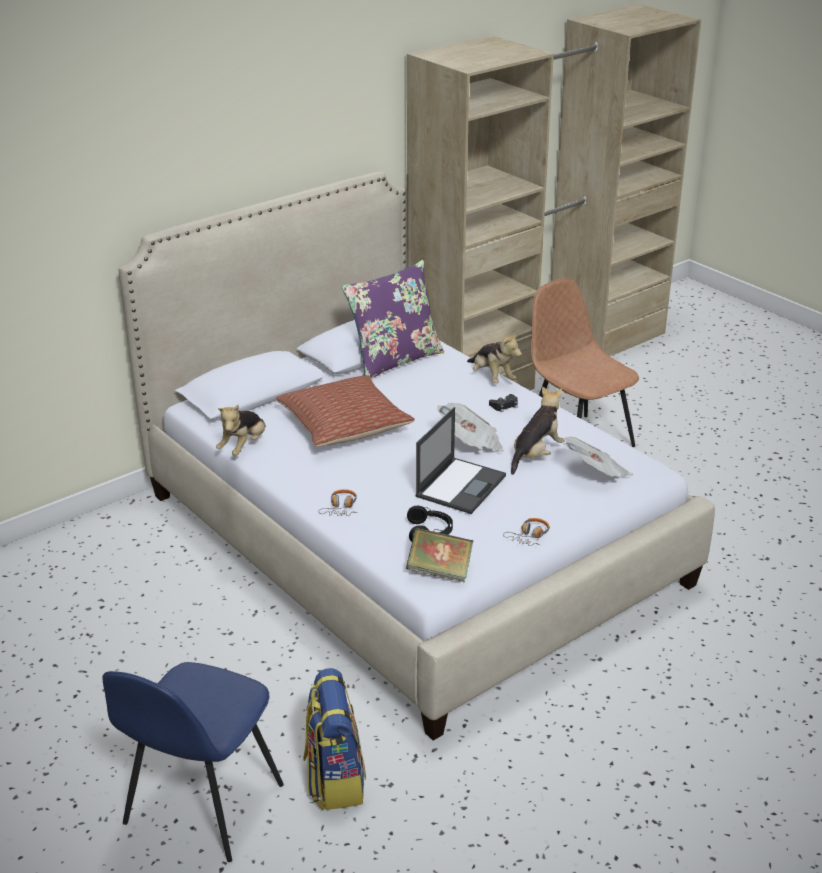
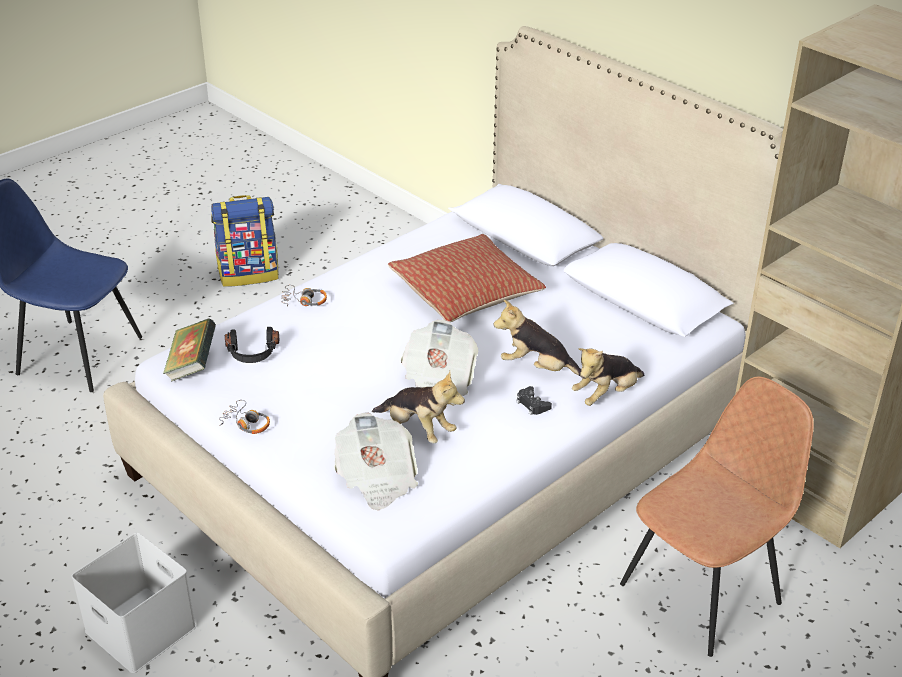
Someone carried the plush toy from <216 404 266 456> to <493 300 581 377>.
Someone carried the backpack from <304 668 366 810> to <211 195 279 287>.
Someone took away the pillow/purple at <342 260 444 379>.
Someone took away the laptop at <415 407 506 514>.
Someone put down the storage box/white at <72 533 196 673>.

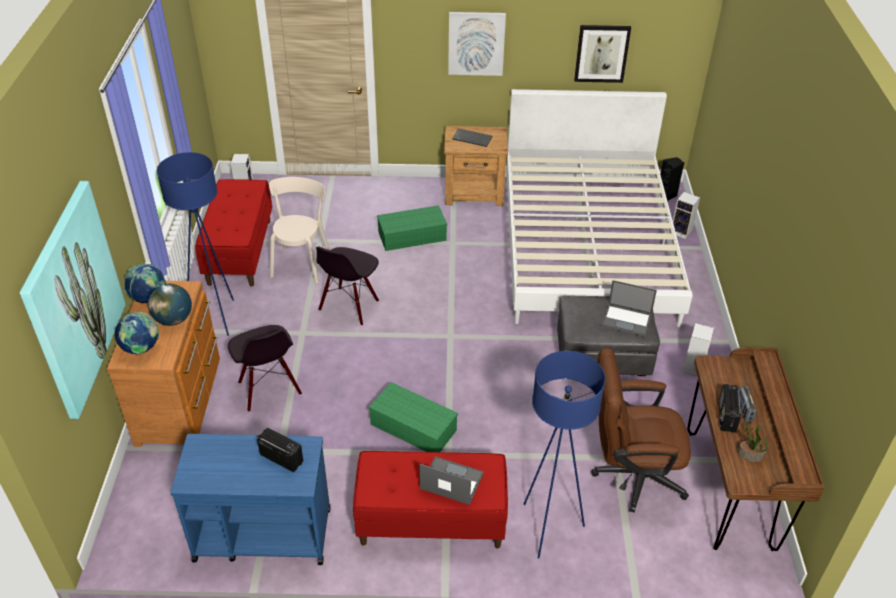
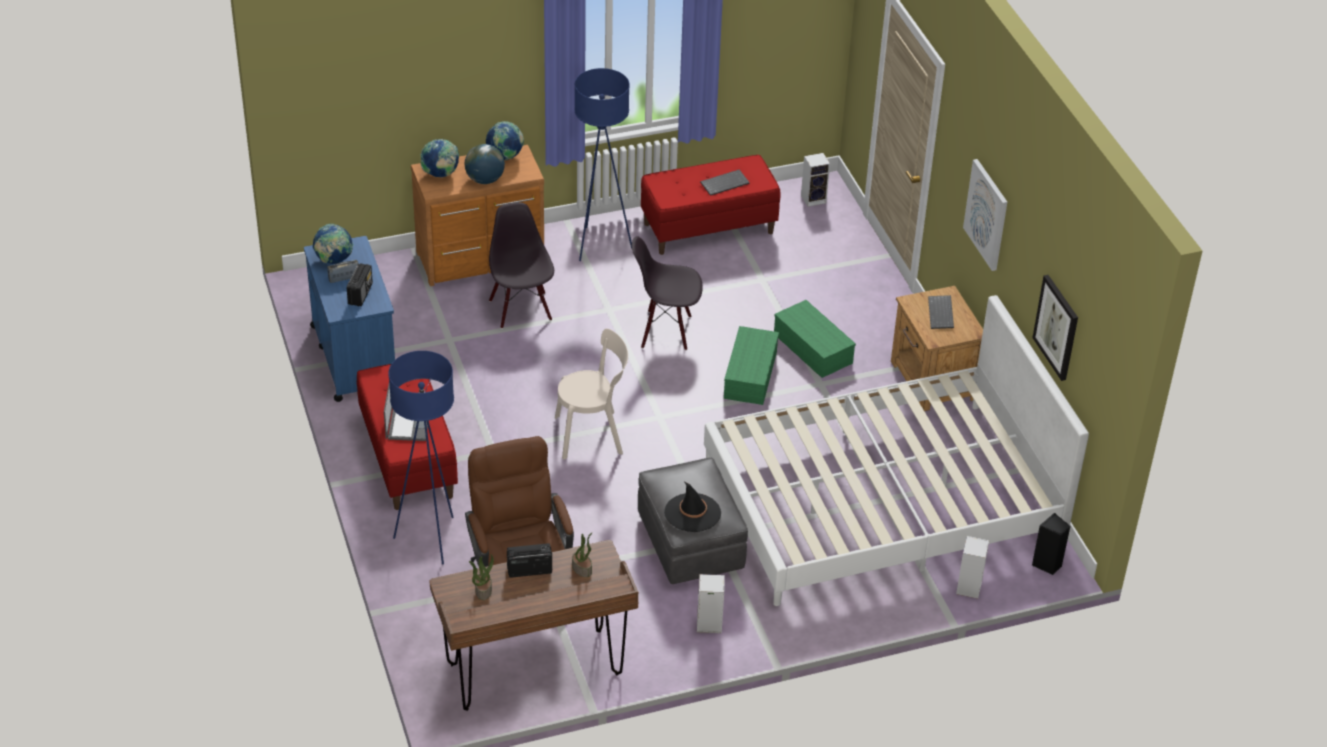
Someone took away the picture at <19 181 126 419>.
Someone rotated the chair/black at <228 325 302 412> by 120 degrees clockwise.
Someone carried the chair/beige from <269 177 330 283> to <555 329 628 459>.
Someone carried the storage box/green from <369 382 458 452> to <724 326 779 405>.
Someone swapped the laptop at <601 280 657 337> for the hat/black at <664 481 721 532>.
Someone carried the radio from <739 386 757 423> to <327 260 359 283>.
Someone put down the globe at <313 224 354 264>.
Someone put down the potted plant at <572 533 592 577>.
Someone put down the keyboard at <700 169 750 196>.

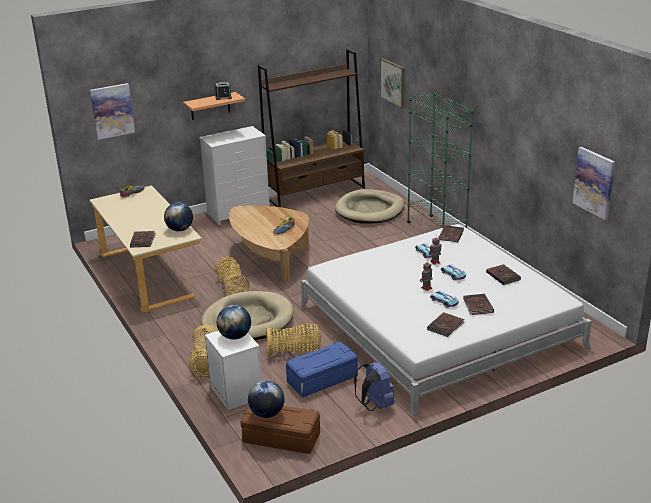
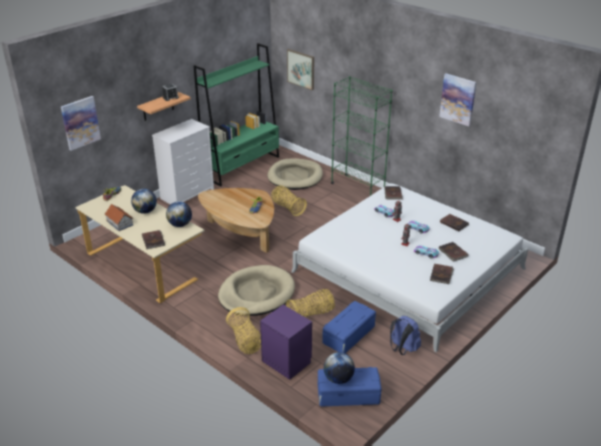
Someone repainted the nightstand/white at <205 330 262 410>, which became the nightstand/purple at <260 305 312 380>.
Someone carried the basket from <215 256 250 296> to <271 185 307 216>.
Someone carried the globe from <217 305 251 340> to <131 189 157 214>.
Someone repainted the storage box/brown at <240 406 320 454>, which became the storage box/blue at <318 367 382 407>.
Someone repainted the bookcase/brown at <258 49 365 207>, which became the bookcase/green at <194 43 279 186>.
Someone carried the picture from <573 147 615 220> to <439 74 477 126>.
Someone put down the toy house at <105 204 133 231>.

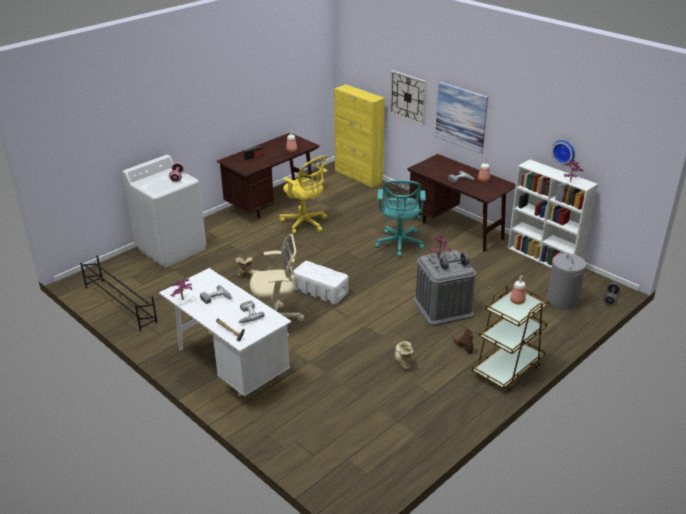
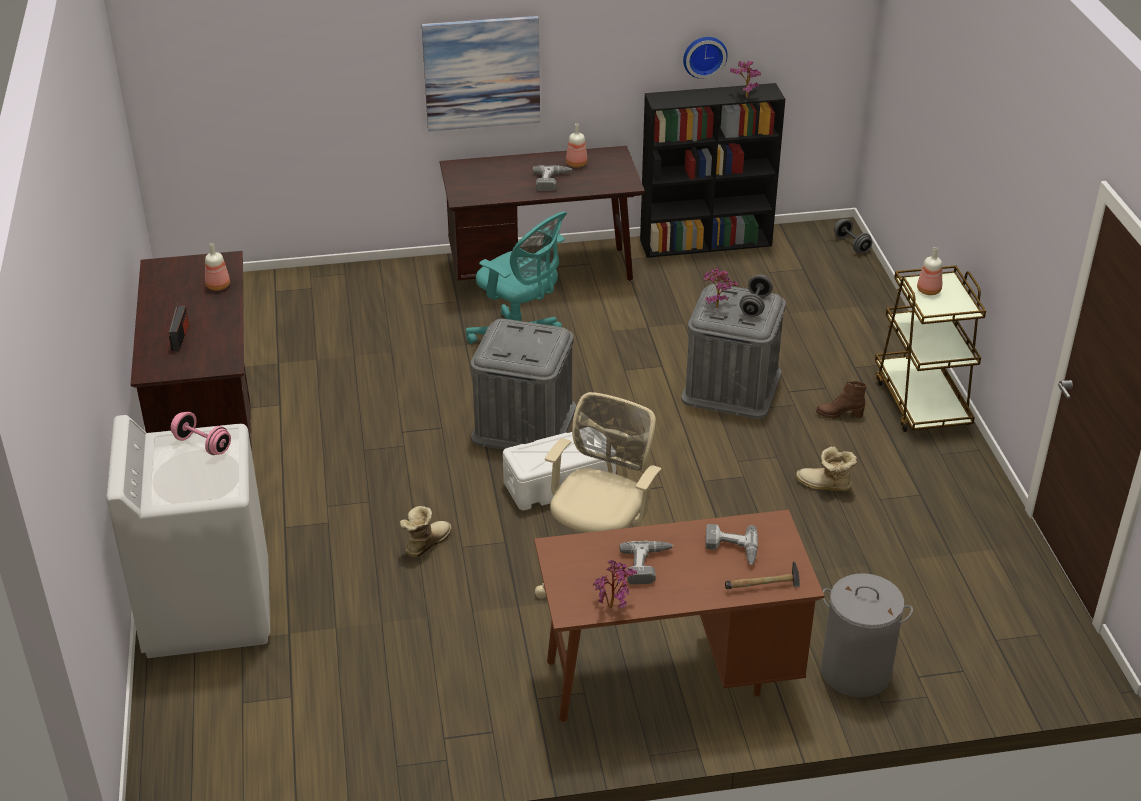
Someone took away the shoe rack/black at <80 255 158 331>.
Someone repainted the desk/white at <159 268 291 397>, which became the desk/brown at <534 510 824 722>.
Someone took away the office chair/yellow at <279 155 327 234>.
Someone took away the cabinet/yellow at <334 84 385 187>.
Someone took away the wall clock at <390 70 427 125>.
Someone repainted the bookcase/white at <508 159 598 268>, which became the bookcase/black at <640 83 785 258>.
Someone carried the laundry basket/grey from <547 253 586 309> to <821 573 913 697>.
Someone put down the storage box/grey at <470 319 576 450>.

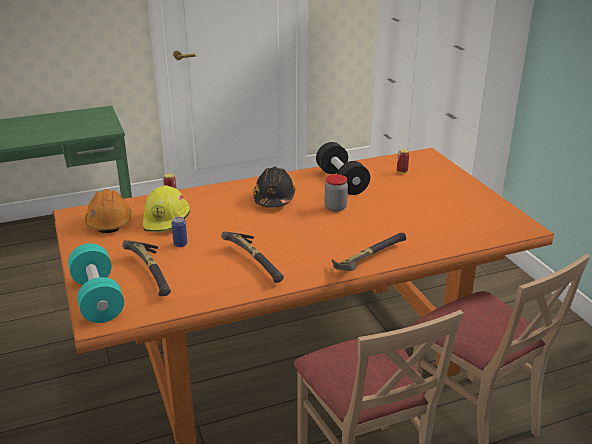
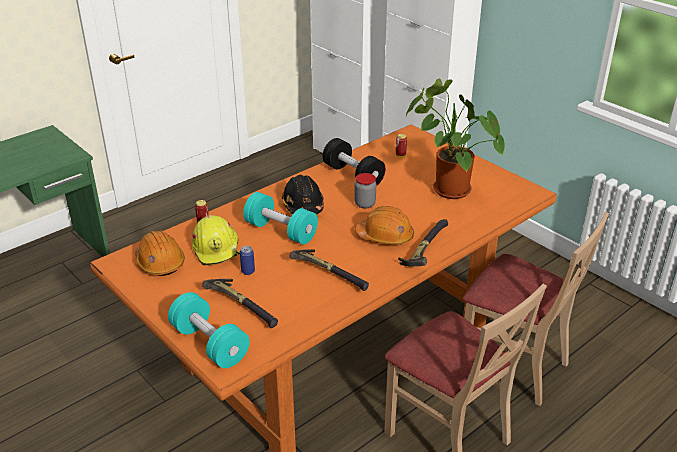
Someone put down the dumbbell/turquoise at <243 192 318 244>.
Someone put down the hard hat/orange at <355 206 414 245>.
Someone put down the potted plant at <406 79 505 199>.

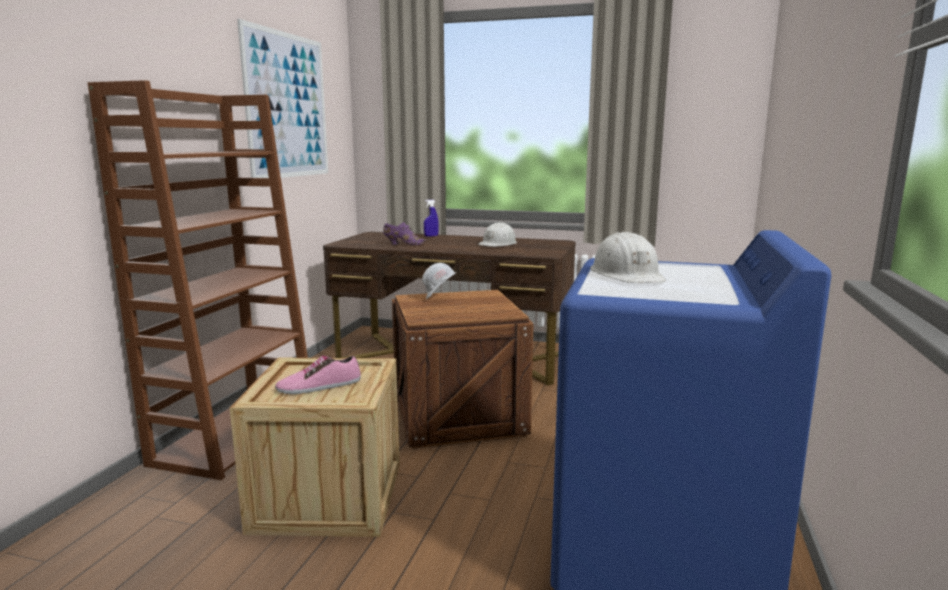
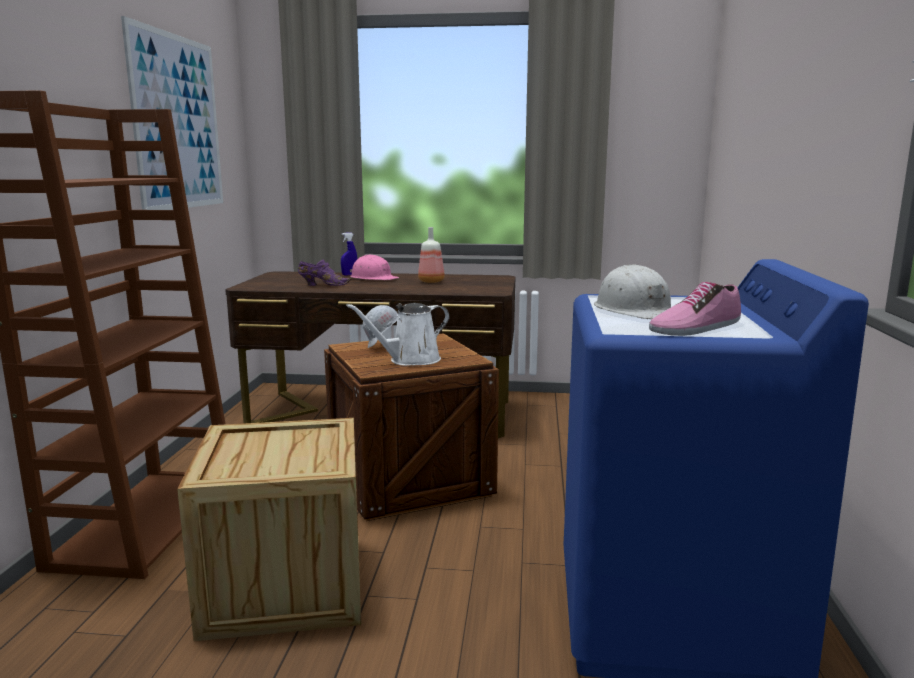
Someone carried the shoe from <275 356 361 394> to <649 282 741 336>.
Someone swapped the hard hat/white at <478 222 517 247> for the bottle at <418 227 445 283>.
Someone put down the watering can/white at <346 303 449 366>.
Someone put down the hard hat/pink at <349 255 399 280>.

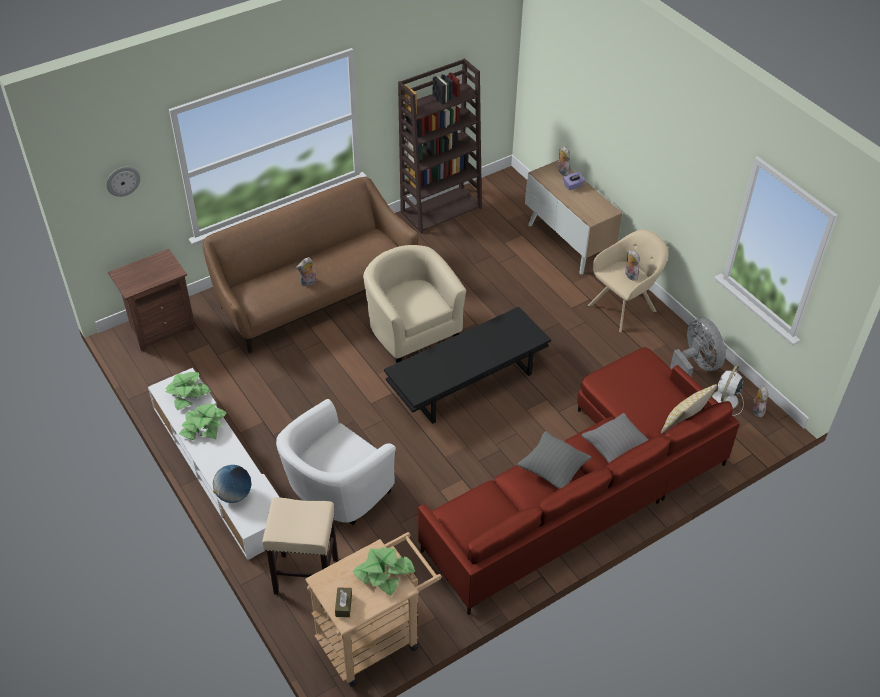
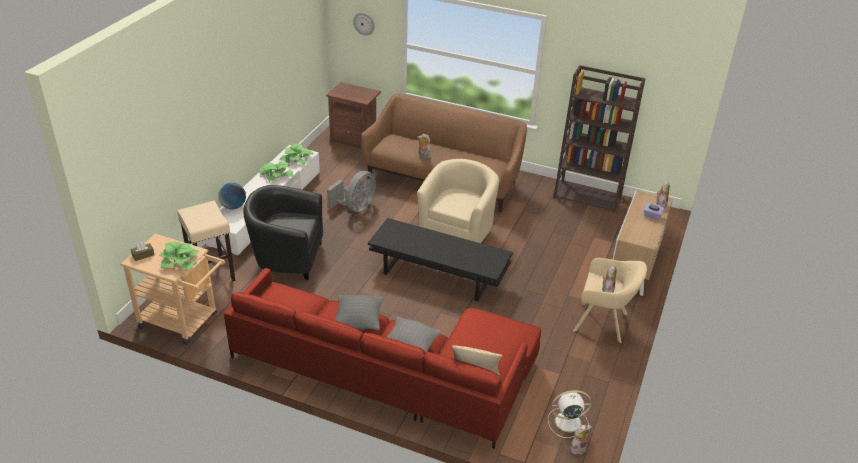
Someone repainted the armchair/white at <276 399 396 526>, which became the armchair/black at <243 185 323 280>.
Someone carried the fan/grey from <670 318 725 377> to <327 171 376 212>.

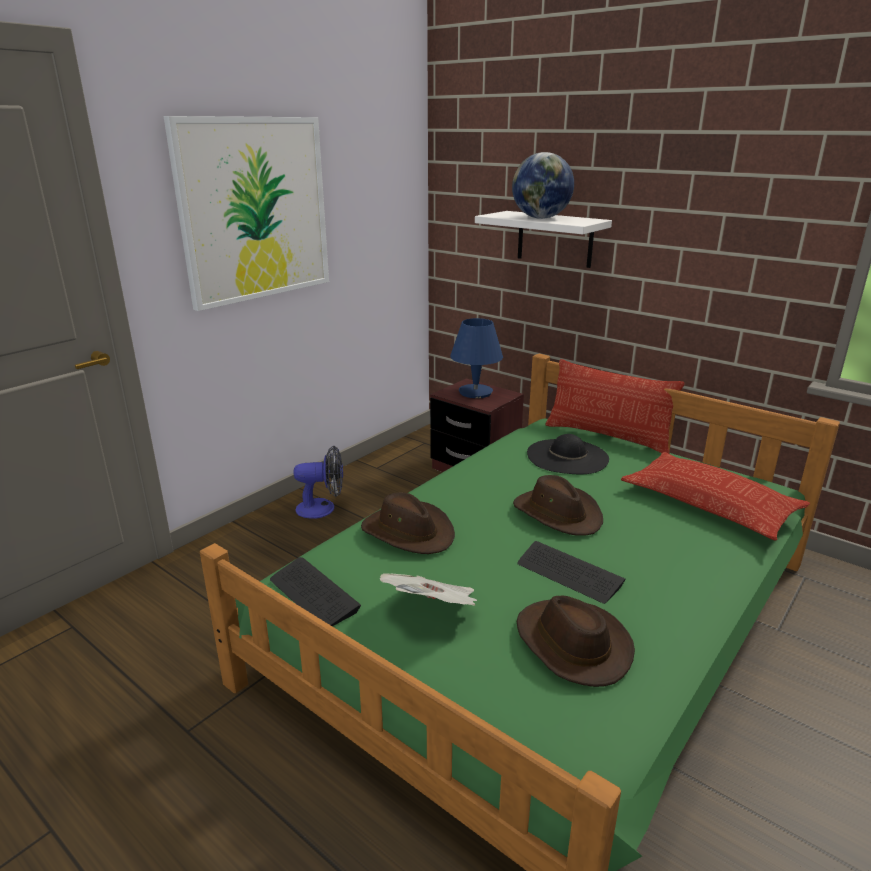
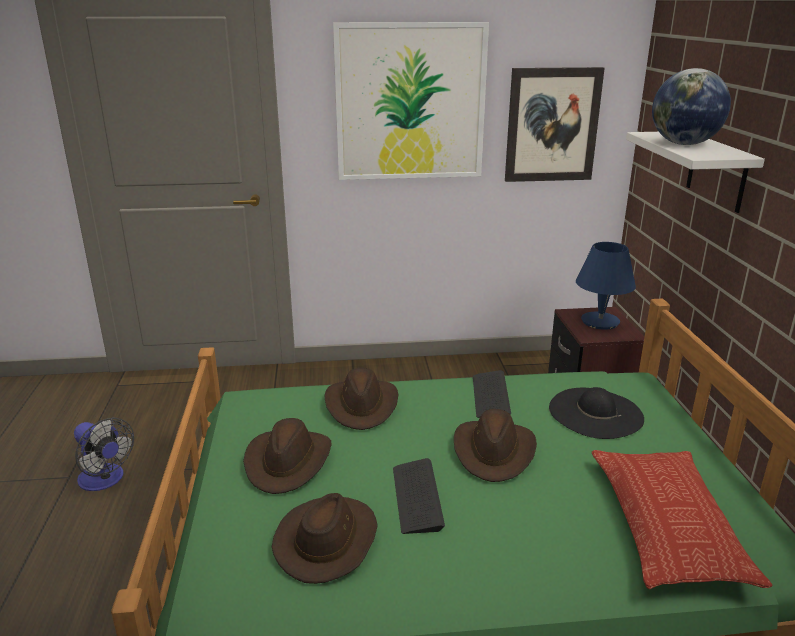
Someone carried the keyboard from <270 557 361 626> to <473 370 511 418>.
Someone carried the fan from <294 446 343 519> to <74 418 134 491>.
Someone swapped the newspaper at <380 573 478 606> for the hat/brown at <243 418 332 494>.
Someone took away the pillow at <545 359 685 454>.
Someone put up the picture at <505 67 605 182>.

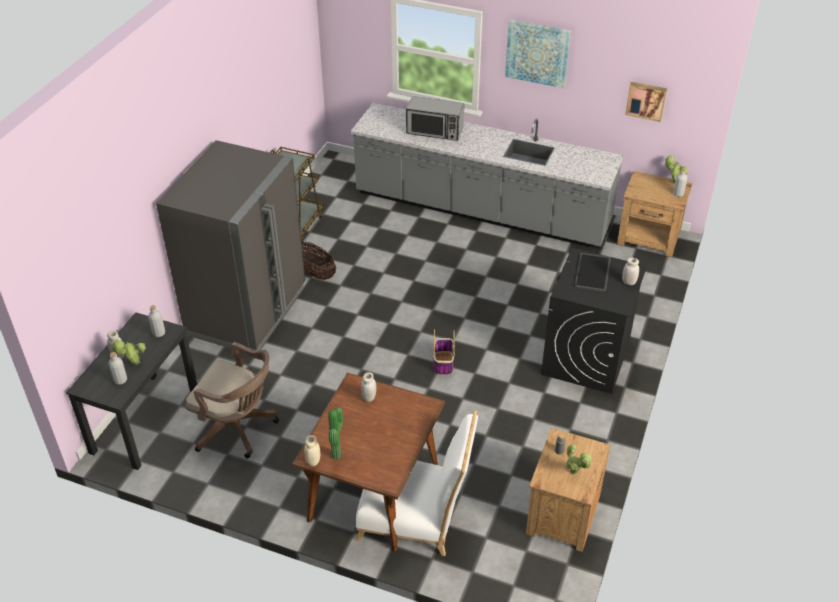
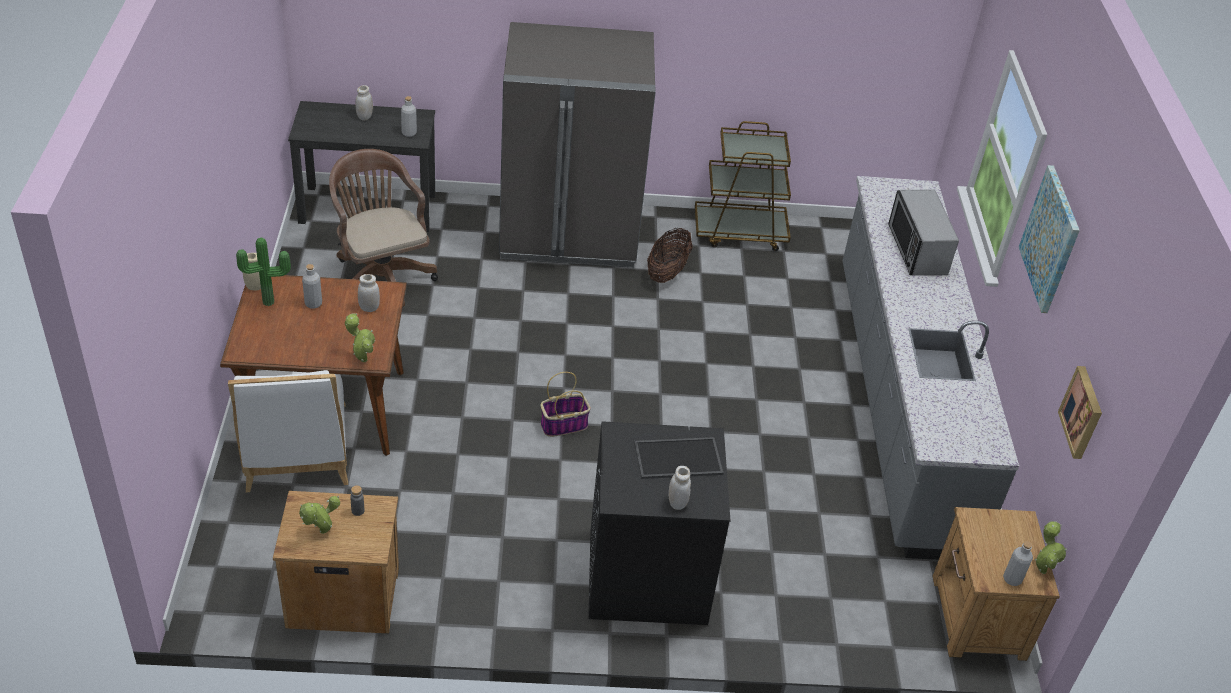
Someone carried the bottle/grey from <109 352 127 385> to <302 264 322 309>.
Someone carried the potted plant from <112 340 146 366> to <345 313 376 362>.
Someone rotated the office chair/brown at <185 342 279 459> by 150 degrees clockwise.

